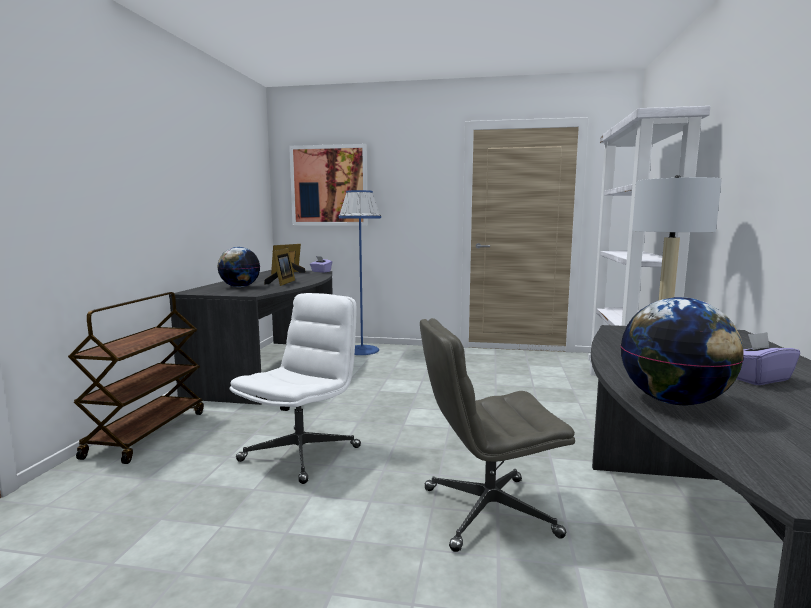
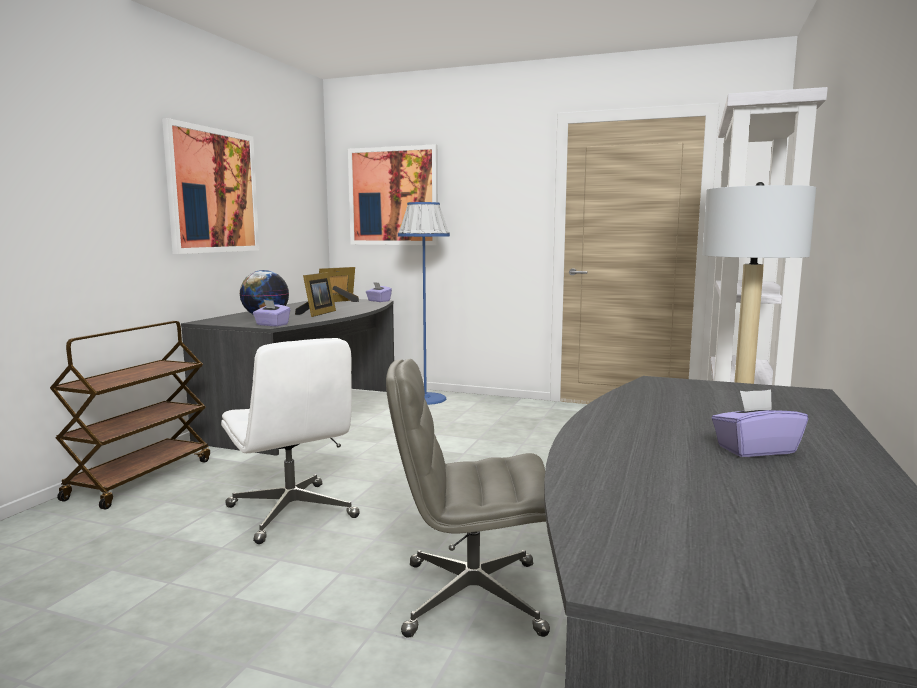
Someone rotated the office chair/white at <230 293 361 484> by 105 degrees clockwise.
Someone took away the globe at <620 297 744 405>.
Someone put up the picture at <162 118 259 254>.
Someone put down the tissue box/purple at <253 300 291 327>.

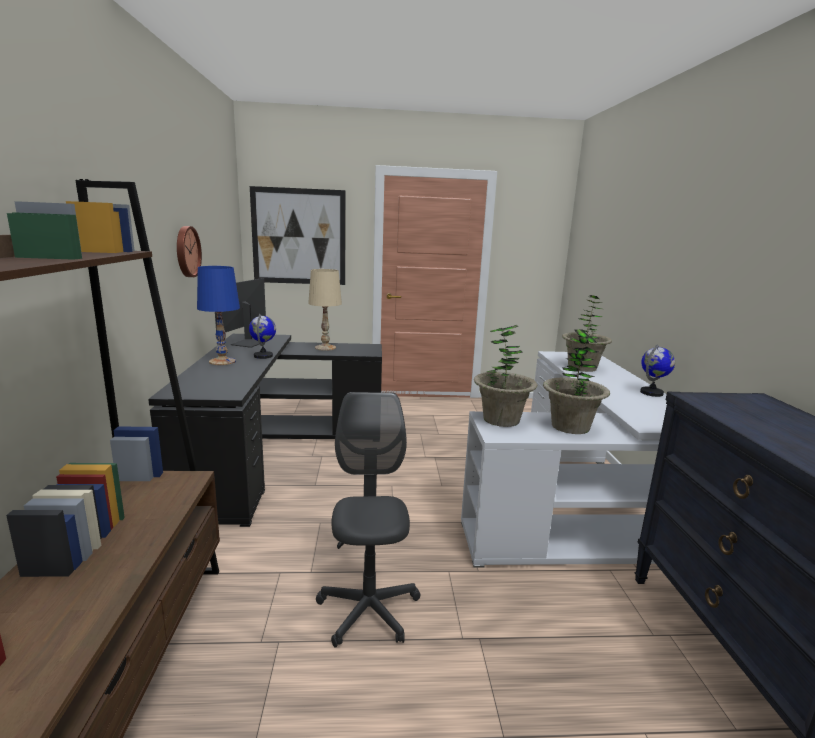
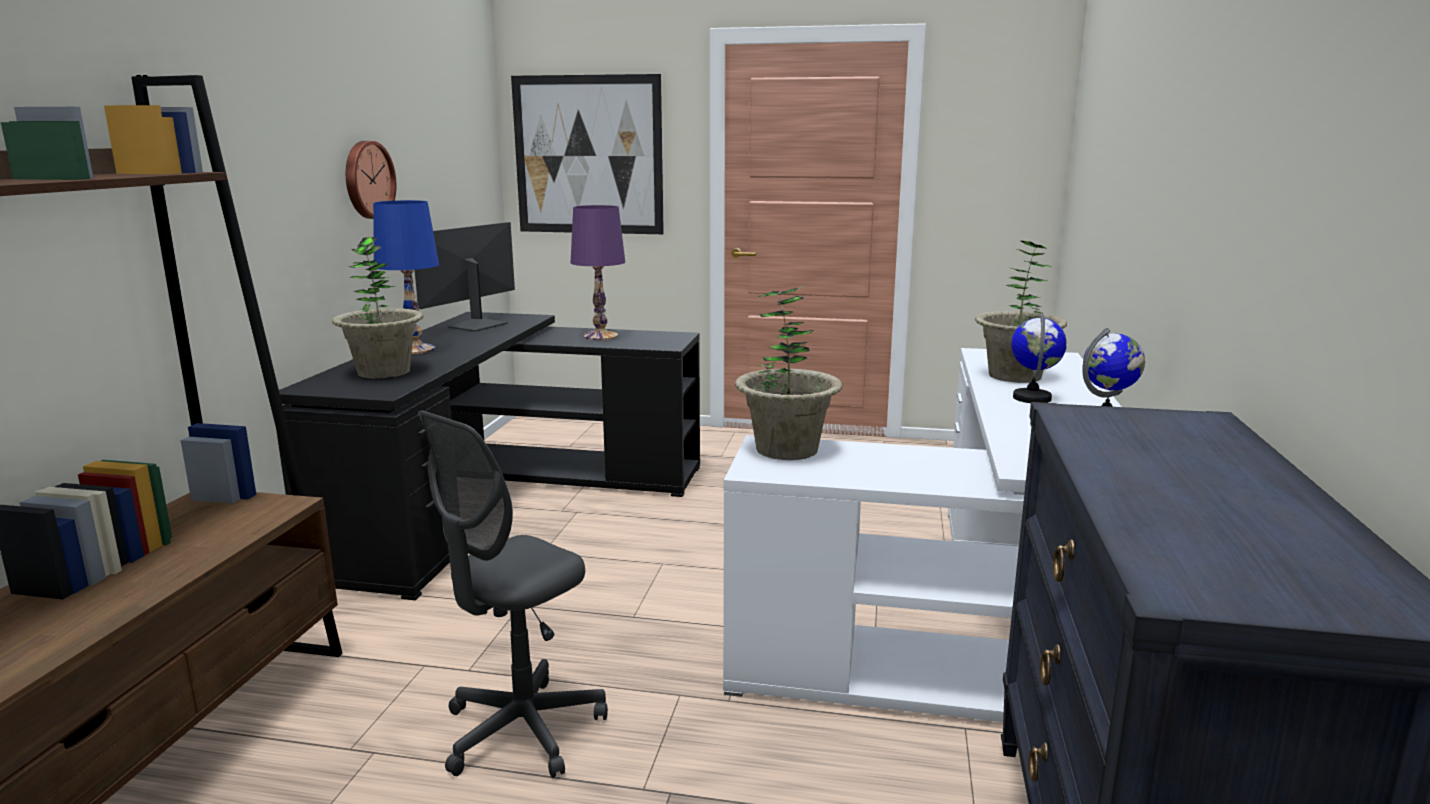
Someone carried the globe from <249 314 276 359> to <1011 314 1067 403>.
Someone repainted the table lamp/beige at <308 269 342 351>, which became the table lamp/purple at <571 205 625 340>.
Someone rotated the office chair/grey at <316 392 420 648> by 150 degrees counterclockwise.
Someone carried the potted plant from <543 329 610 434> to <332 237 423 379>.

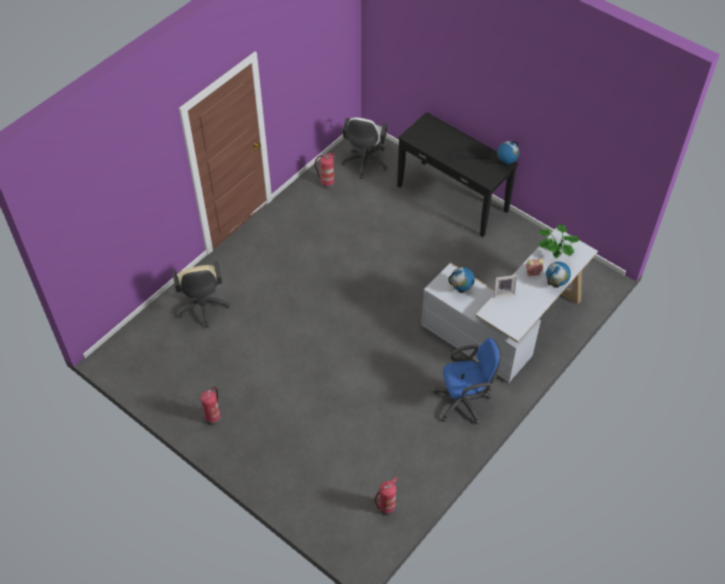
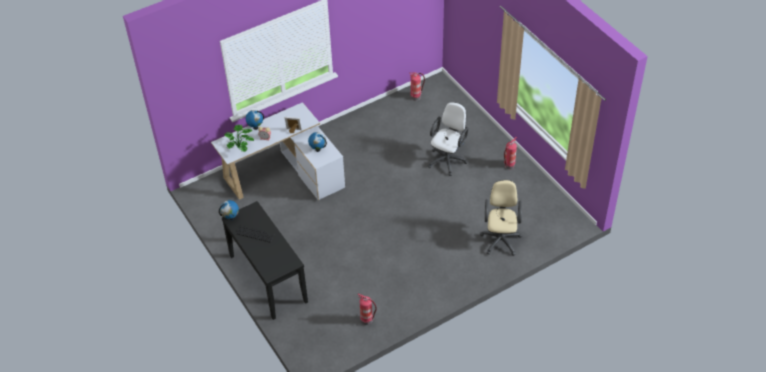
Someone carried the office chair/white from <341 117 388 179> to <428 102 468 176>.
Someone took away the office chair/blue at <433 338 501 424>.

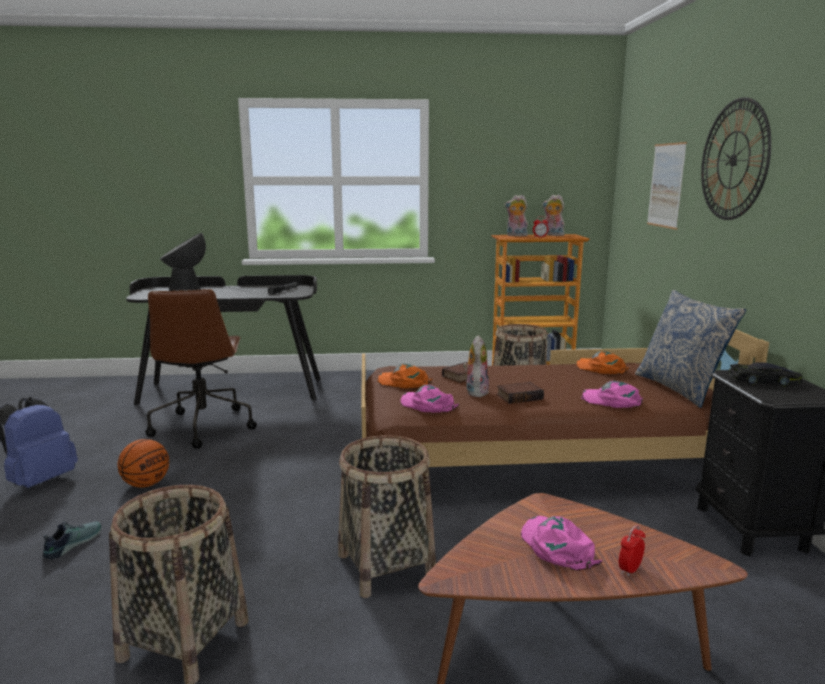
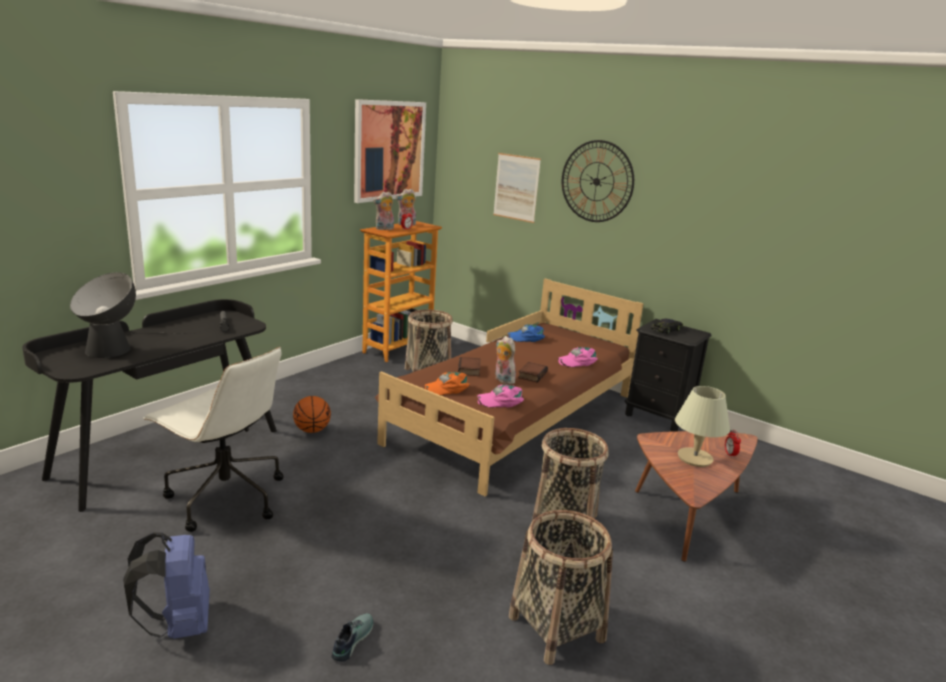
Someone rotated the shoe at <43 521 102 559> by 45 degrees clockwise.
Someone carried the basketball from <118 439 169 488> to <293 396 331 433>.
Someone repainted the office chair/brown at <145 289 257 449>, which became the office chair/white at <143 347 284 532>.
Someone swapped the cap/pink at <521 516 602 571> for the table lamp/beige at <675 386 730 467>.
Someone repainted the cap/orange at <576 351 629 374>, which became the cap/blue at <508 325 545 342>.
Someone took away the pillow at <635 290 746 408>.
Someone put up the picture at <354 99 426 203>.

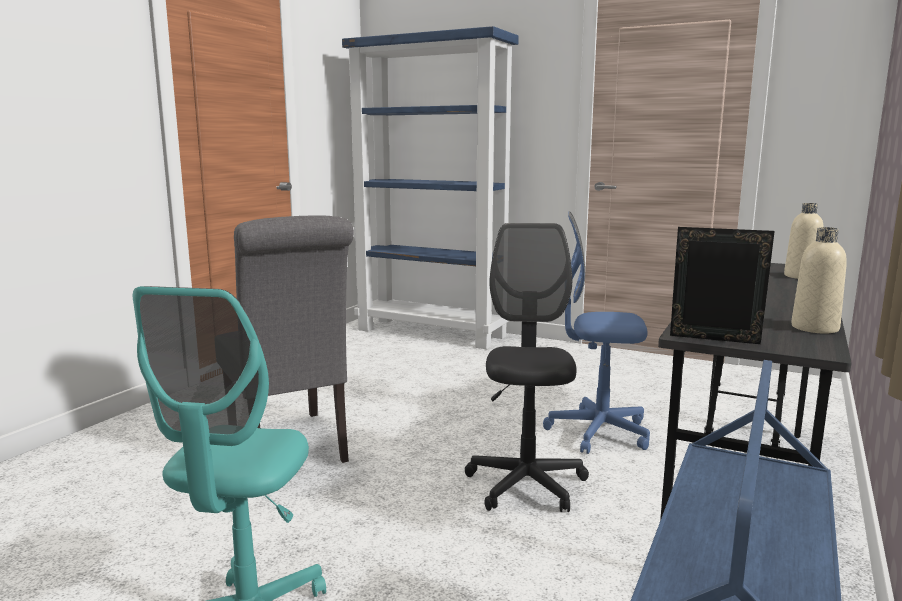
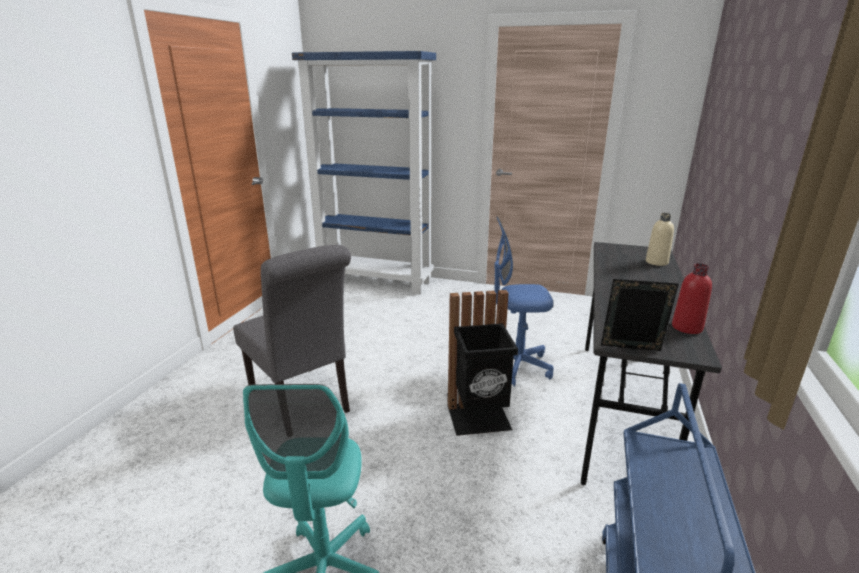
Someone swapped the office chair/black at <465 223 589 512> for the trash can/black at <447 290 518 436>.
Someone repainted the bottle/beige at <791 227 847 334>, which became the bottle/red at <672 263 712 334>.

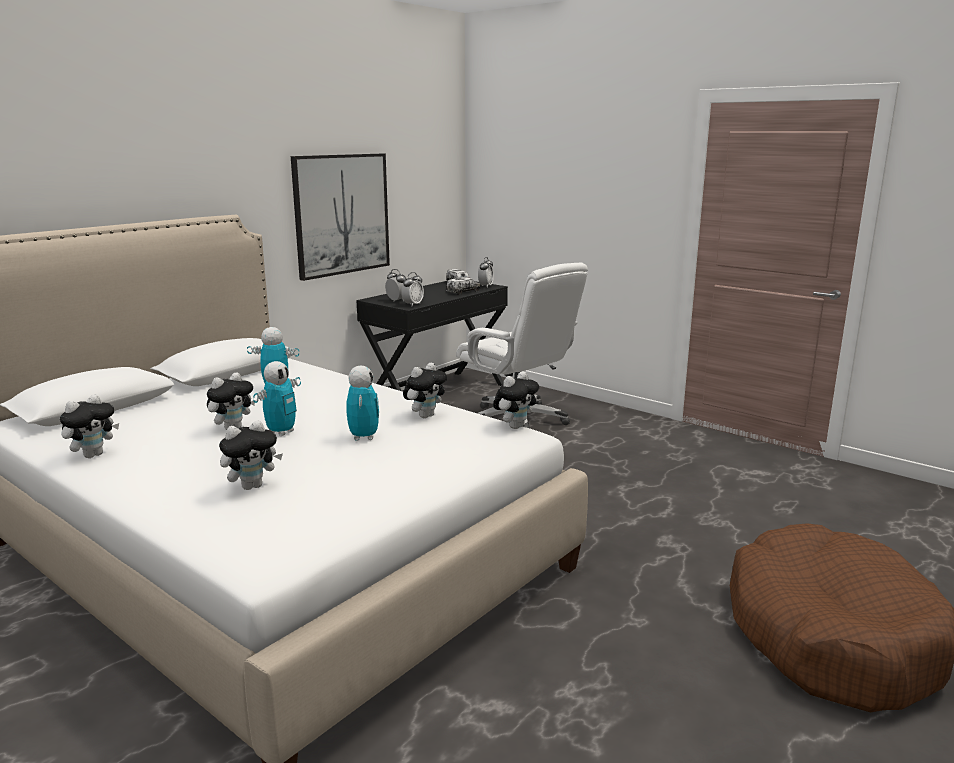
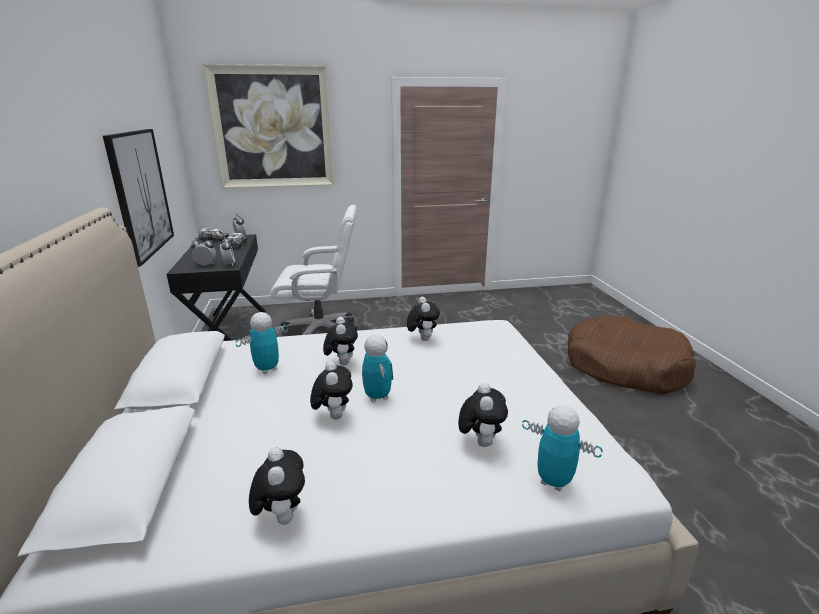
Someone carried the toy robot from <346 366 379 441> to <522 405 603 491>.
Someone carried the plush toy from <493 371 539 429> to <323 317 358 365>.
Someone put up the picture at <203 64 334 188>.

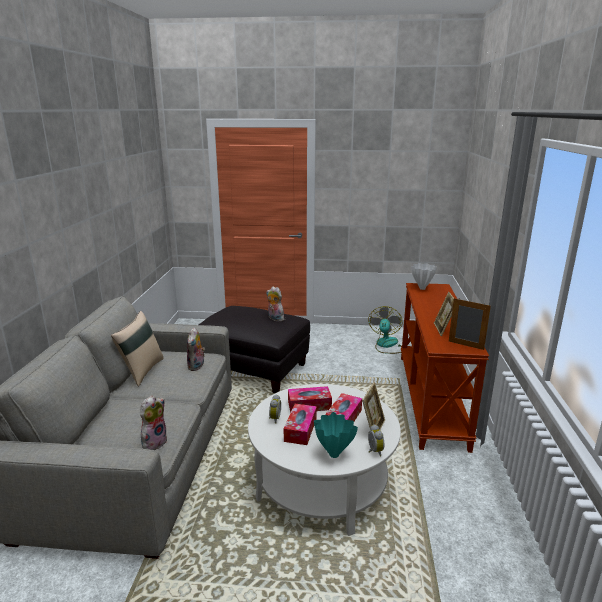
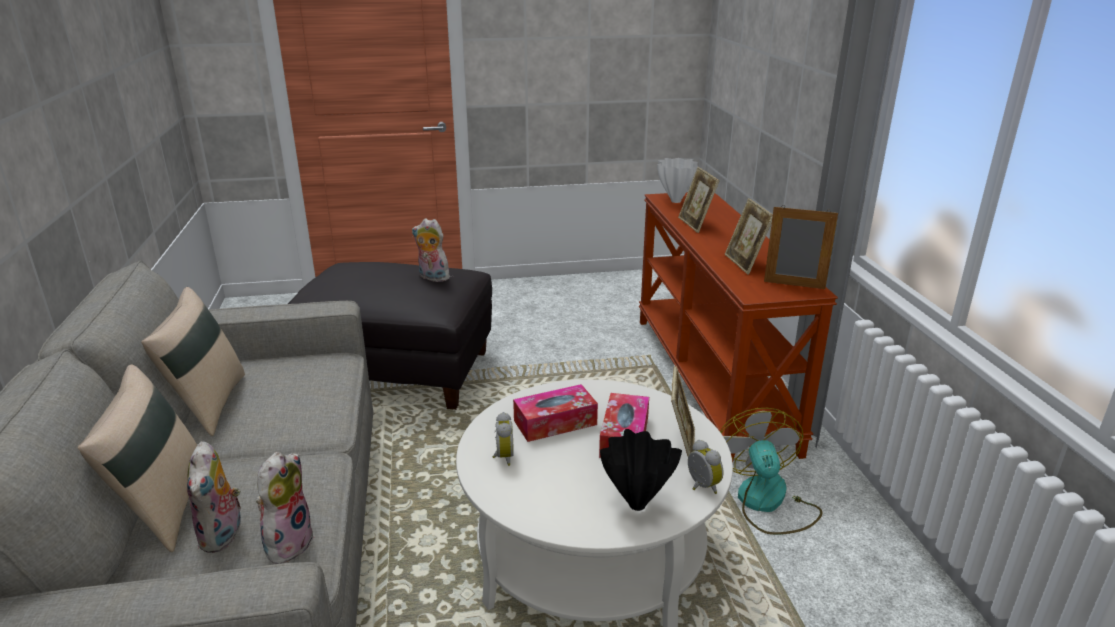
Someone carried the plush toy from <187 327 205 371> to <187 441 241 553>.
Someone took away the tissue box at <284 404 317 445>.
Someone repainted the vase/turquoise at <314 412 358 458>, which became the vase/black at <600 429 682 511>.
Someone carried the fan from <368 306 403 354> to <720 408 823 535>.
Someone put down the pillow/beige at <78 365 197 552>.
Someone put down the picture frame at <678 167 719 233>.

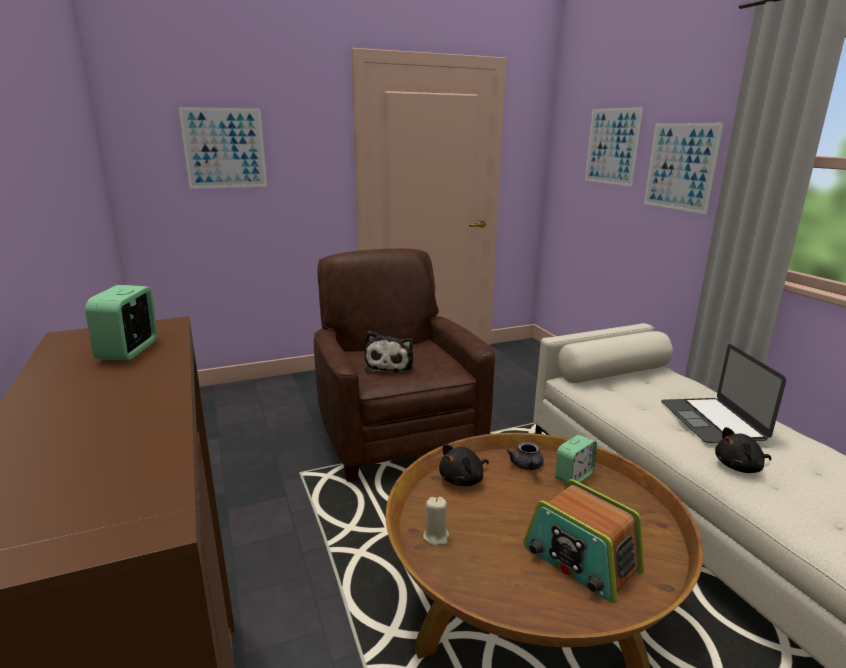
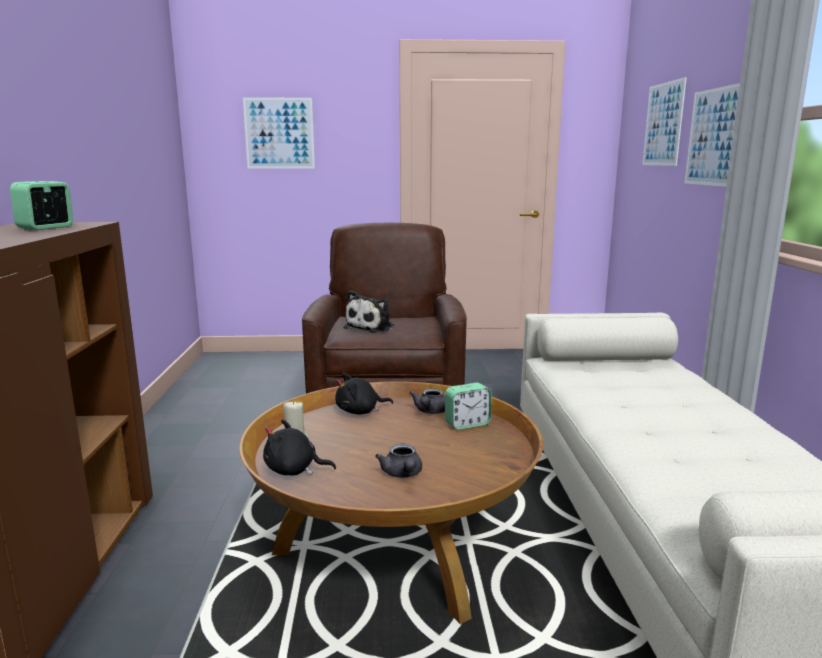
Someone swapped the radio at <523 479 644 604> for the teapot/grey at <375 444 422 478>.
Someone took away the laptop at <661 344 786 443>.
Someone carried the plush toy/black from <715 427 772 473> to <263 419 336 475>.

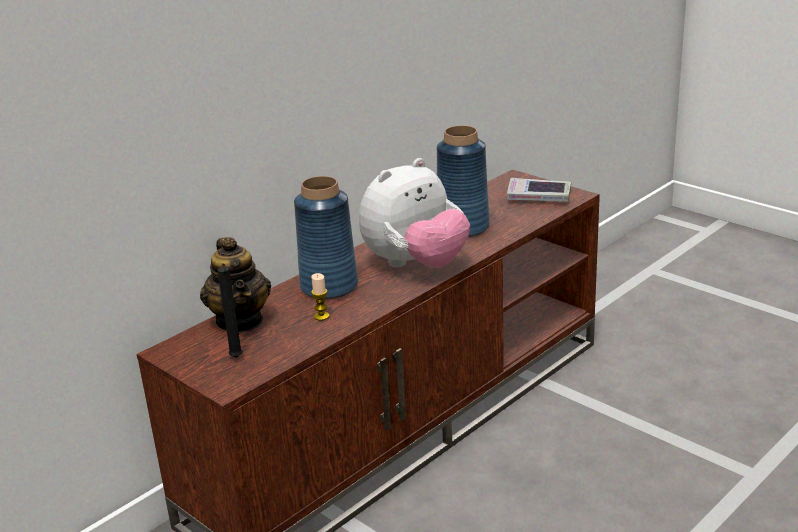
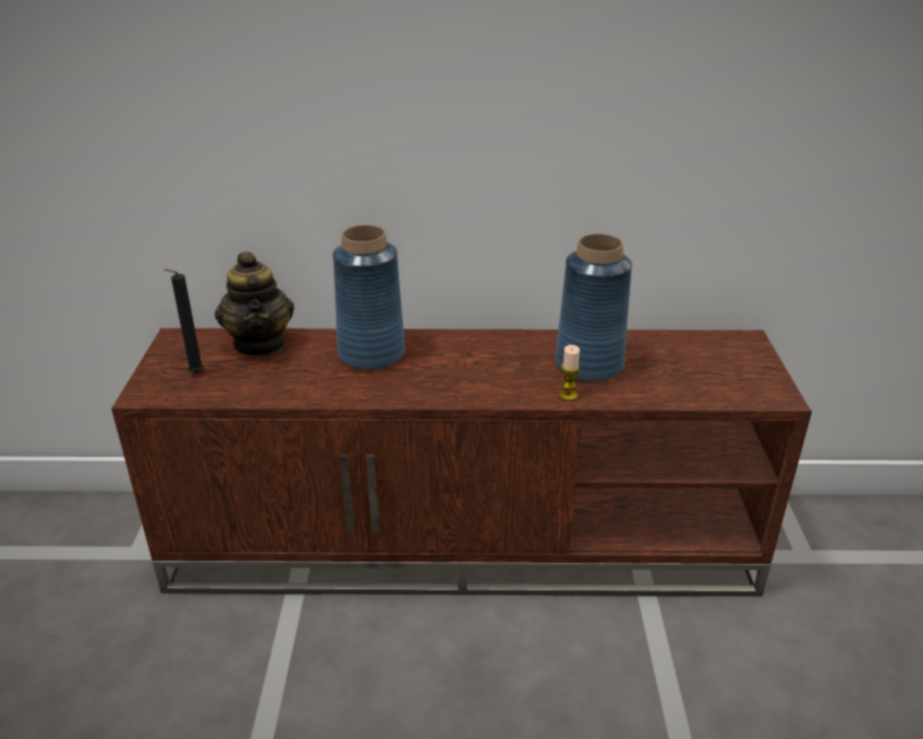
Someone rotated the teapot at <200 237 271 332> by 45 degrees counterclockwise.
Someone carried the candle from <311 273 330 321> to <559 345 580 401>.
Someone took away the plush toy at <359 158 470 268>.
Someone took away the book at <507 178 571 202>.

